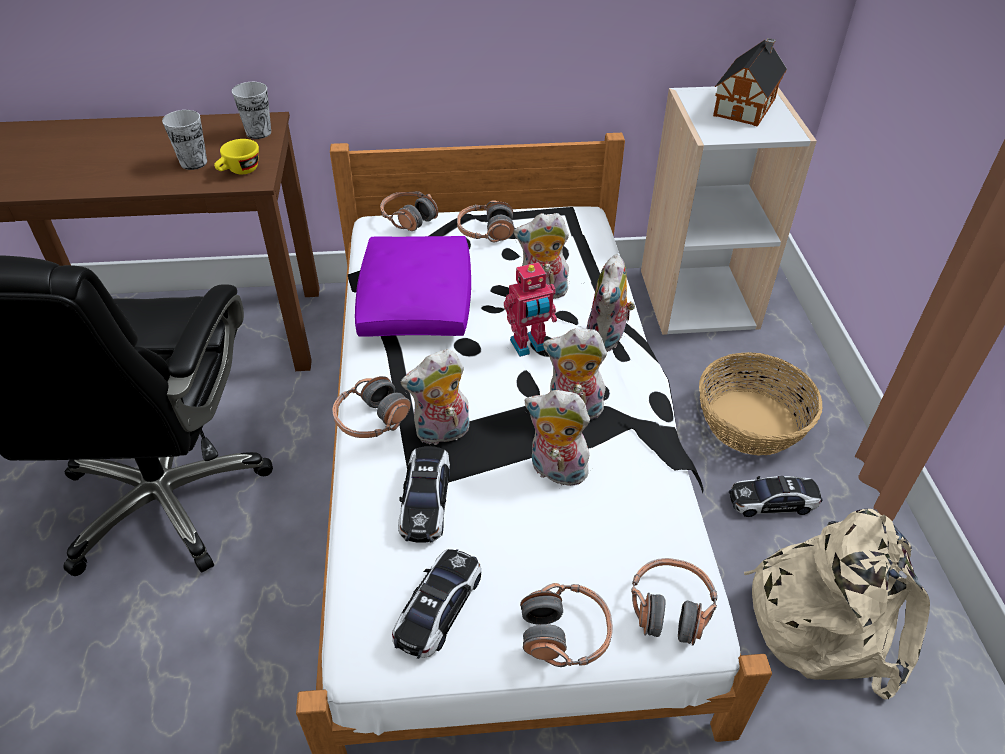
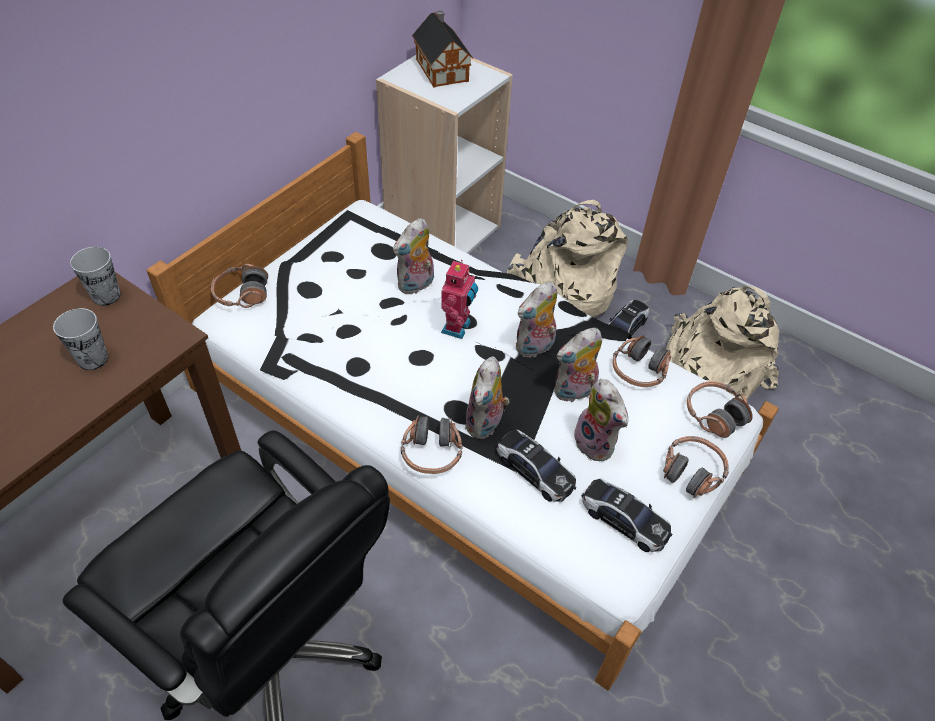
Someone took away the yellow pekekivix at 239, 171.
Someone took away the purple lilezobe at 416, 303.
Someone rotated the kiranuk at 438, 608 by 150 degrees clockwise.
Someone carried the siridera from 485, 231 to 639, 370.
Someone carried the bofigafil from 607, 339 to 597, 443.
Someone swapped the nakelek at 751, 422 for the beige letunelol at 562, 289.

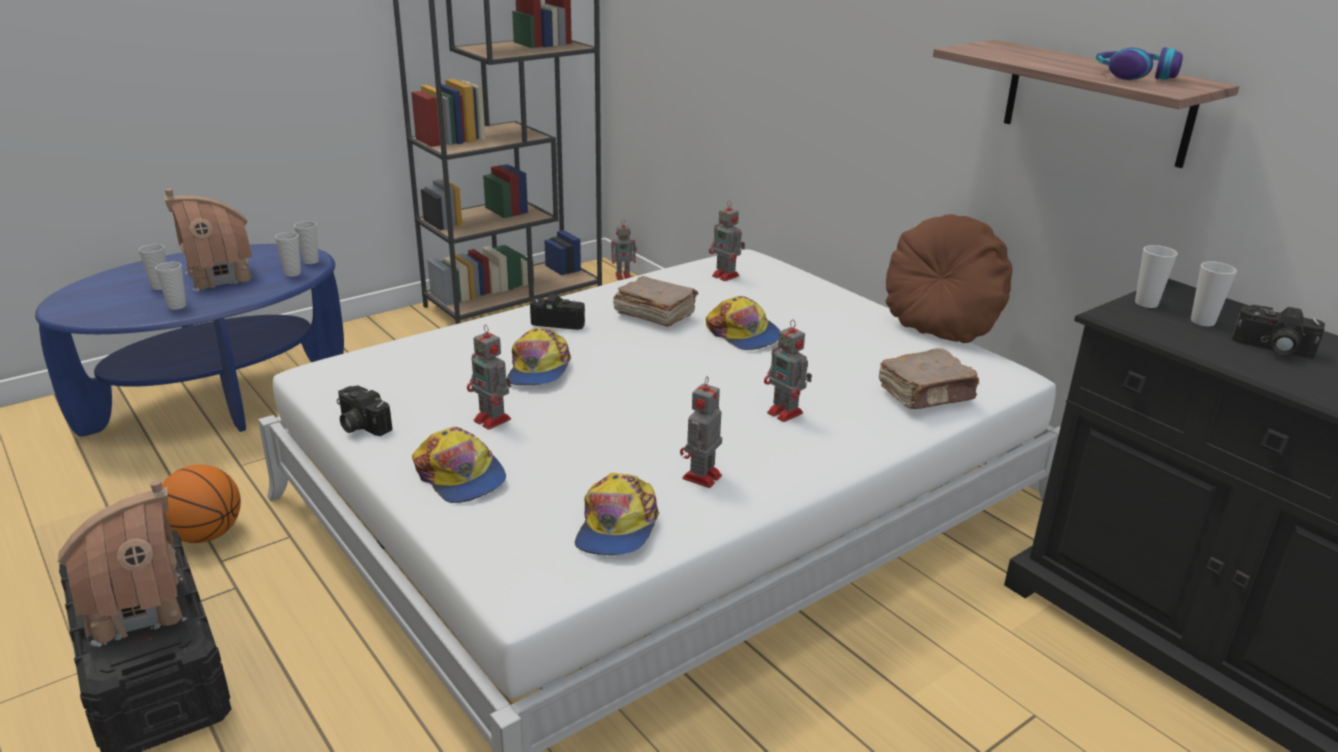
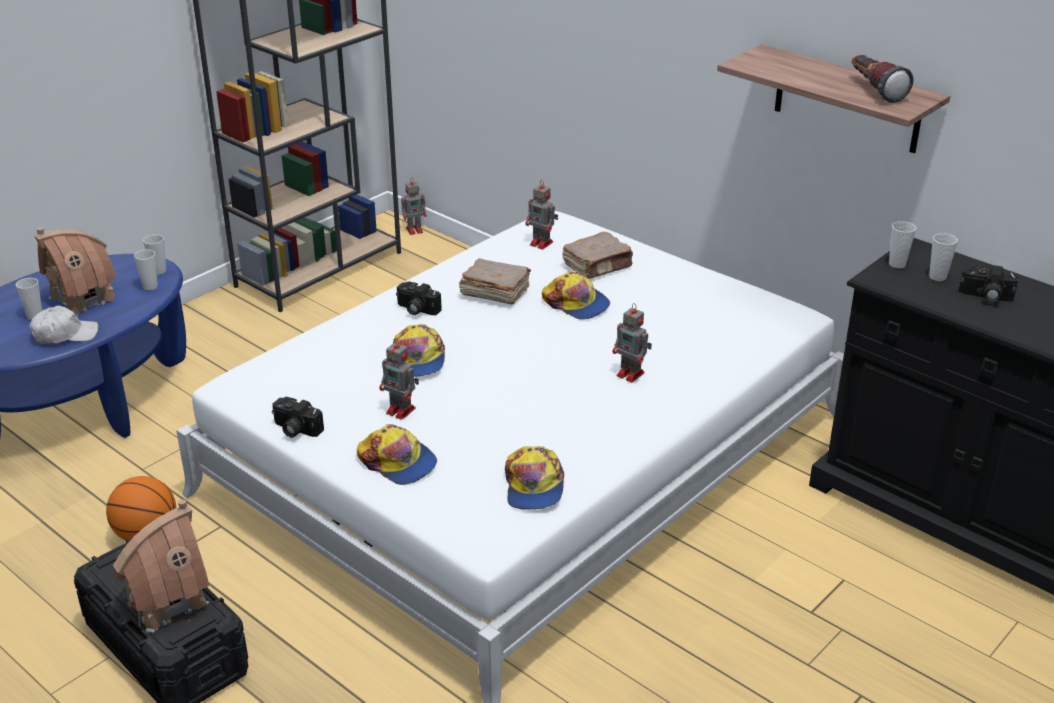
Someone swapped the pekekivix at 177, 306 for the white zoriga at 65, 335.
Someone rotated the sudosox at 559, 321 by 150 degrees counterclockwise.
Someone took away the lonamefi at 701, 478.
Someone carried the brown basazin from 927, 394 to 598, 266.
Someone took away the brown lilezobe at 939, 330.
Someone swapped the siridera at 1133, 75 for the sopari at 874, 90.

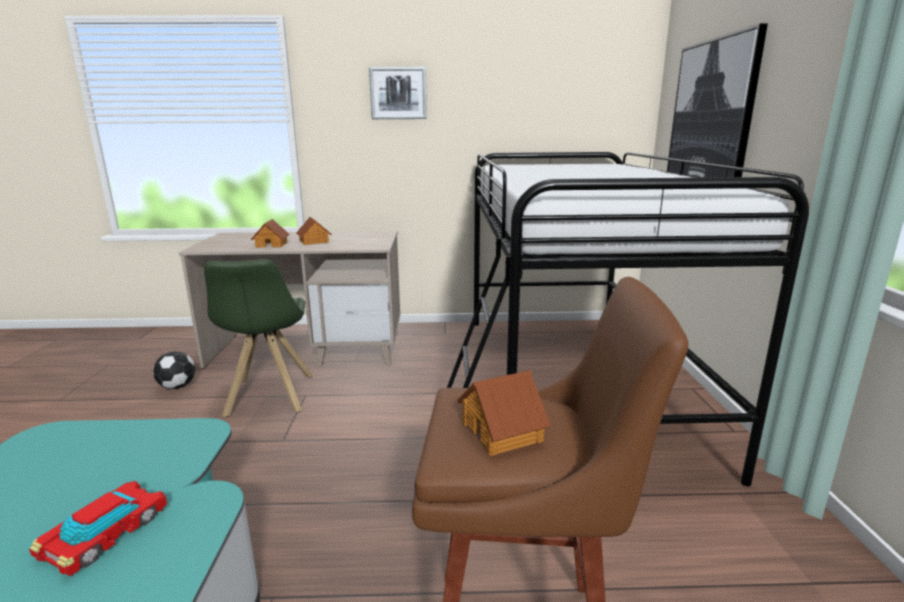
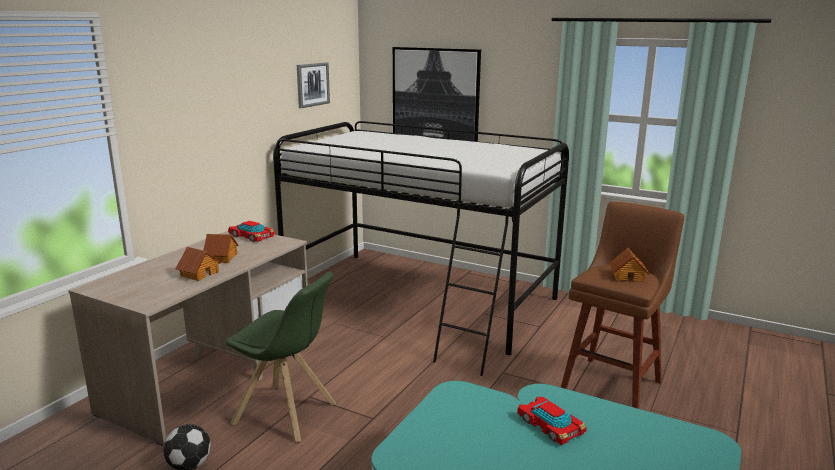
Someone carried the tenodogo from 398, 93 to 312, 84.
Someone put down the kiranuk at 251, 236.

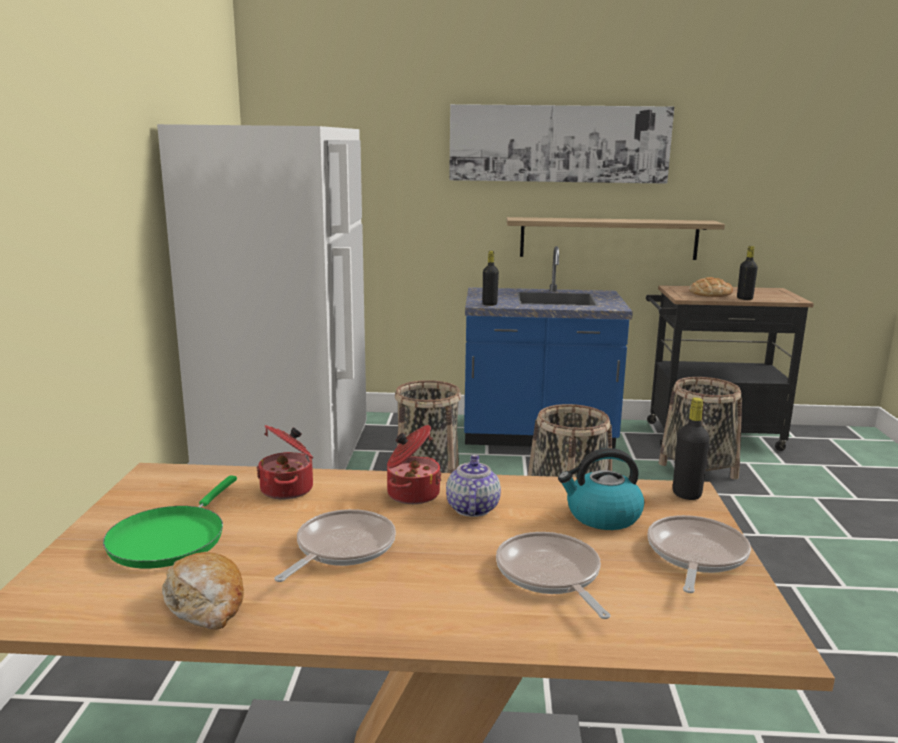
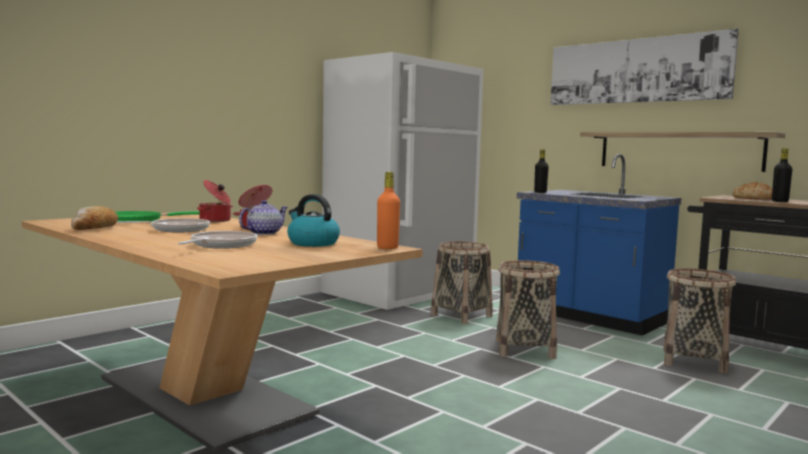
Someone took away the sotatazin at 695, 555.
Someone repainted the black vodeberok at 686, 494, which became the orange vodeberok at 387, 248.

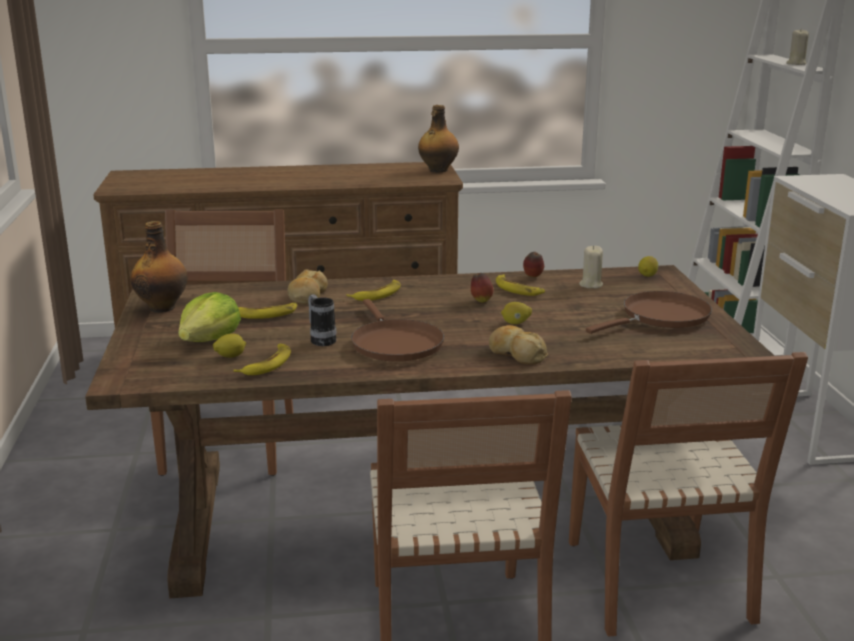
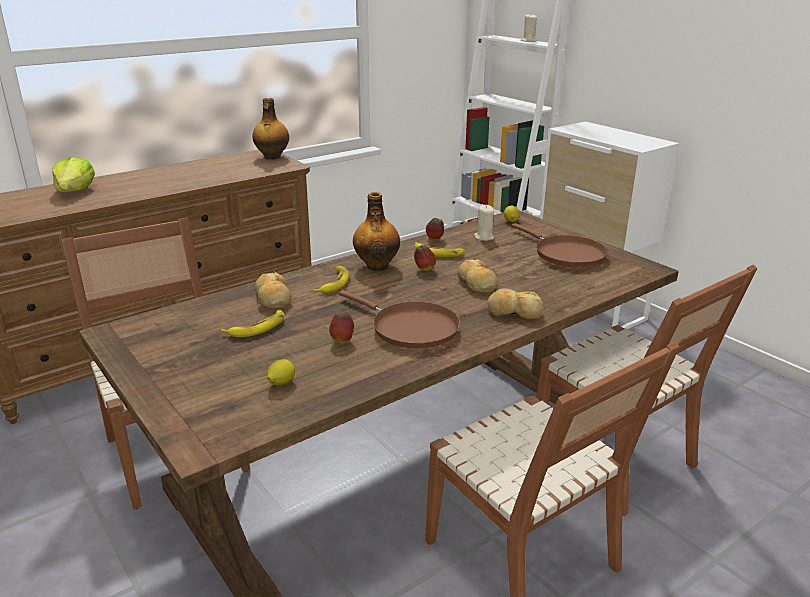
Someone carried the vodeberok from 163, 307 to 377, 266.
Someone carried the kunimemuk from 210, 340 to 75, 191.
Someone took away the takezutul at 267, 364.
Someone swapped the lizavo at 321, 339 for the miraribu at 342, 341.
Someone swapped the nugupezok at 516, 323 for the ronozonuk at 476, 284.
Someone rotated the brown sotatazin at 661, 317 by 120 degrees clockwise.

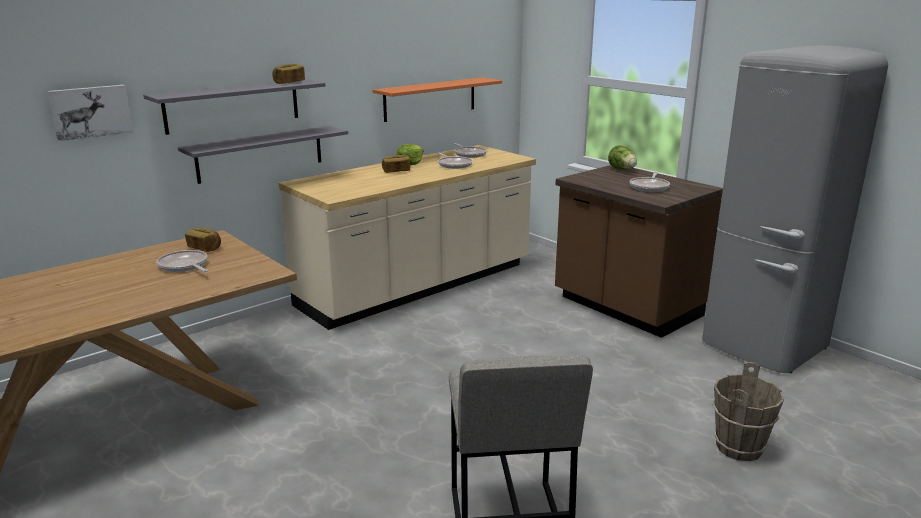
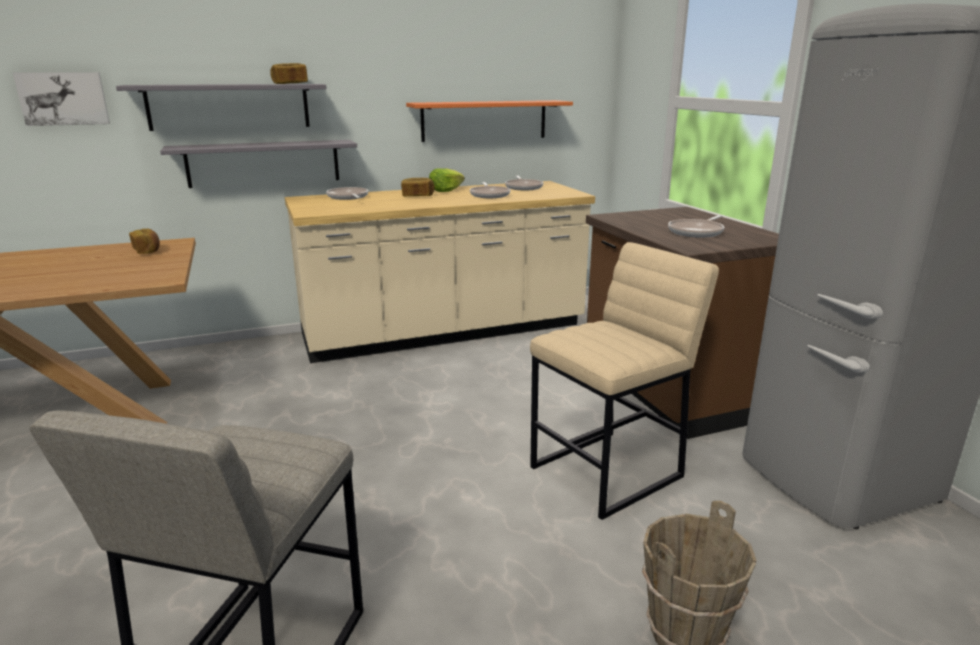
Someone carried the sotatazin from 184, 266 to 348, 197.
Someone took away the kunimemuk at 622, 170.
Someone put down the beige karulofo at 609, 470.

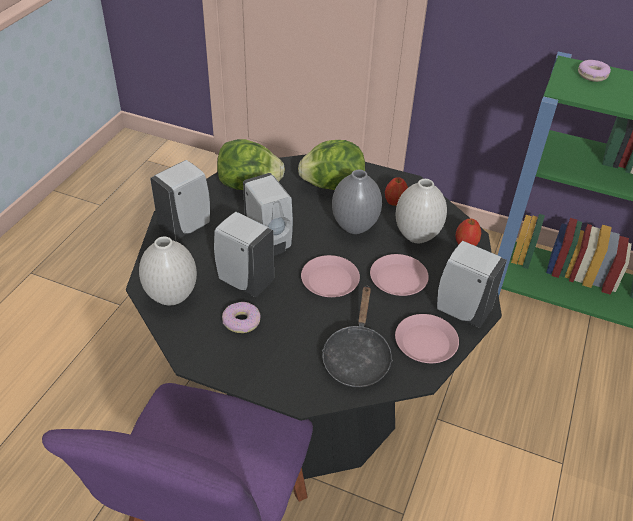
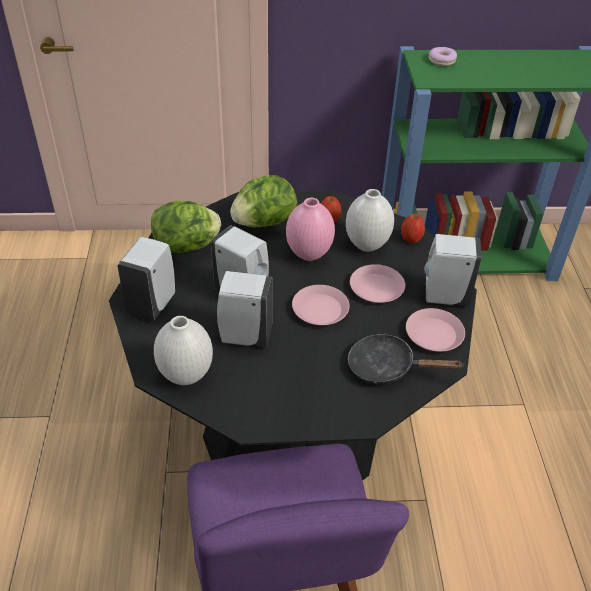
Someone took away the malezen at 241, 321.
Someone rotated the black sotatazin at 356, 357 by 120 degrees clockwise.
Someone repainted the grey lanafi at 355, 227, which became the pink lanafi at 310, 254.

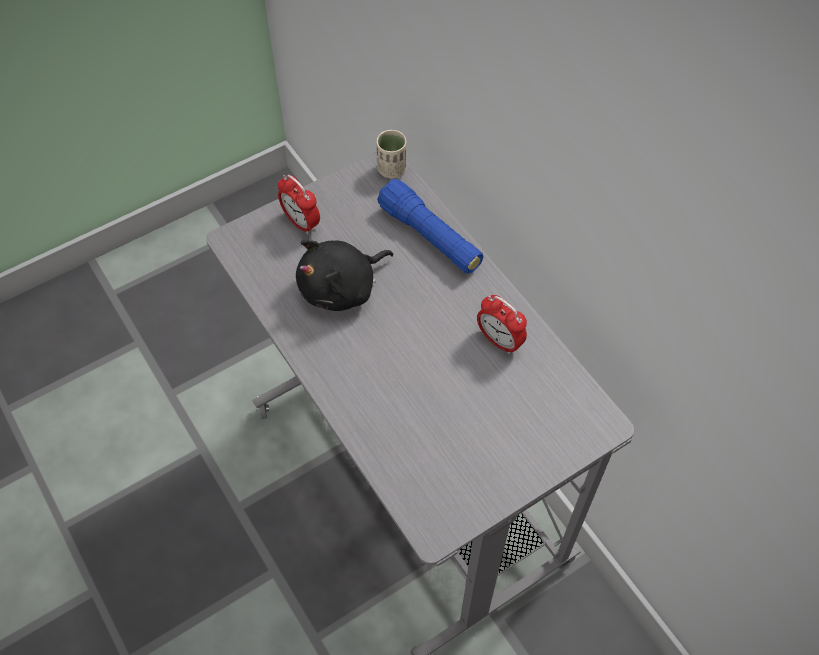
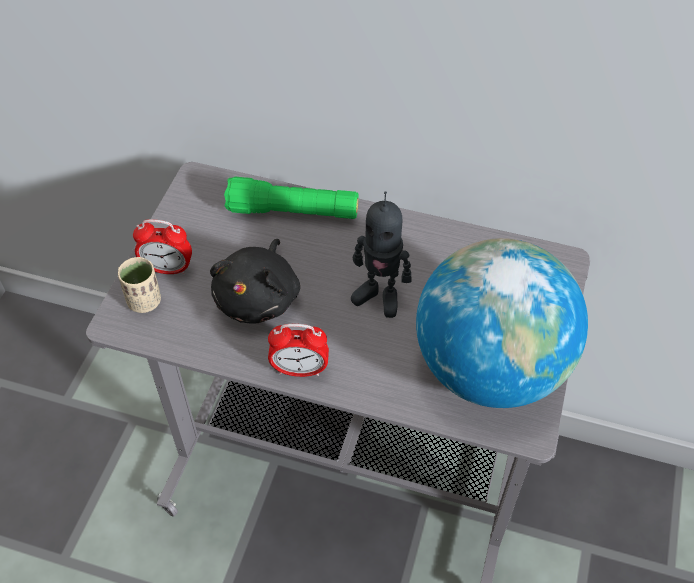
Someone carried the beige pekekivix from 391, 169 to 144, 301.
Someone repainted the blue sopari at 430, 237, which became the green sopari at 293, 211.
Someone carried the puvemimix from 499, 341 to 299, 370.
Someone put down the lonamefi at 379, 296.
Someone put down the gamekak at 489, 368.

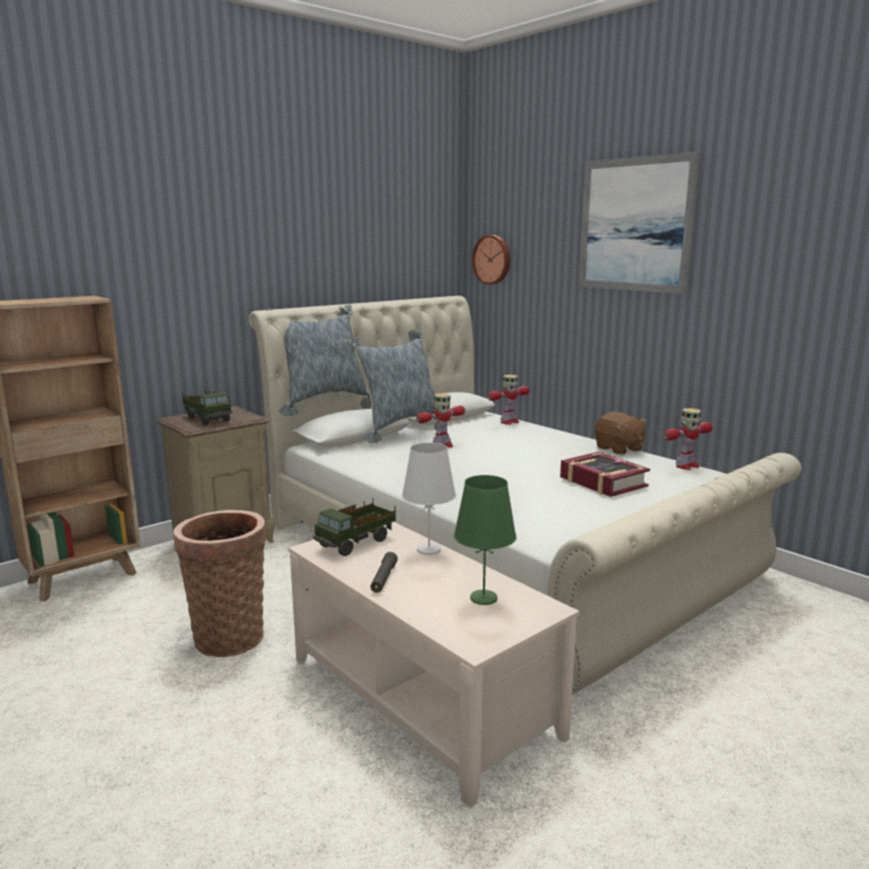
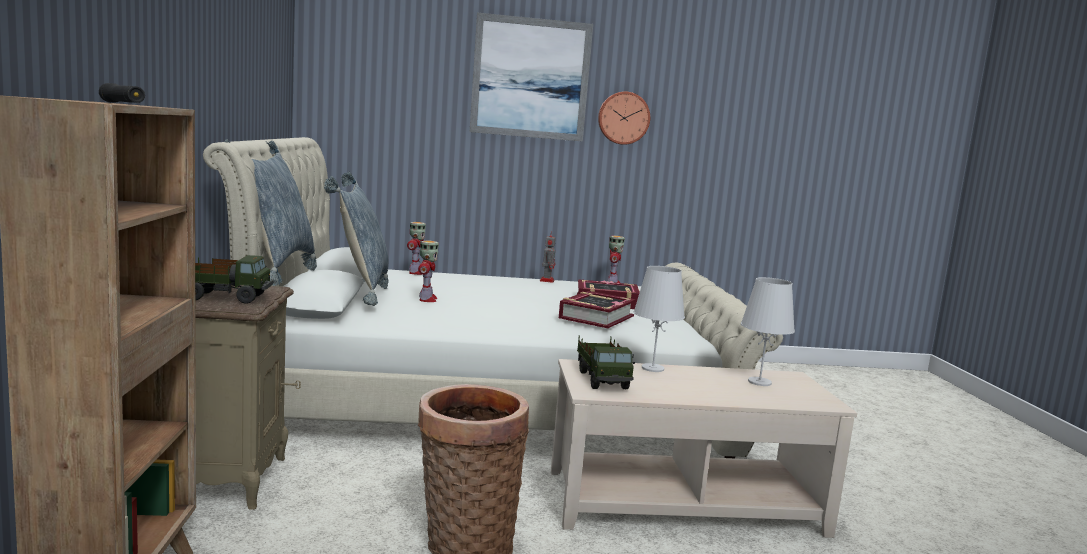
Someone carried the black sopari from 383, 578 to 122, 103.
Someone repainted the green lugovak at 483, 598, which became the white lugovak at 759, 382.
Someone carried the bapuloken from 492, 259 to 623, 118.
Someone swapped the brown bofigafil at 618, 449 for the lonamefi at 547, 280.
Someone put down the basazin at 596, 317.

